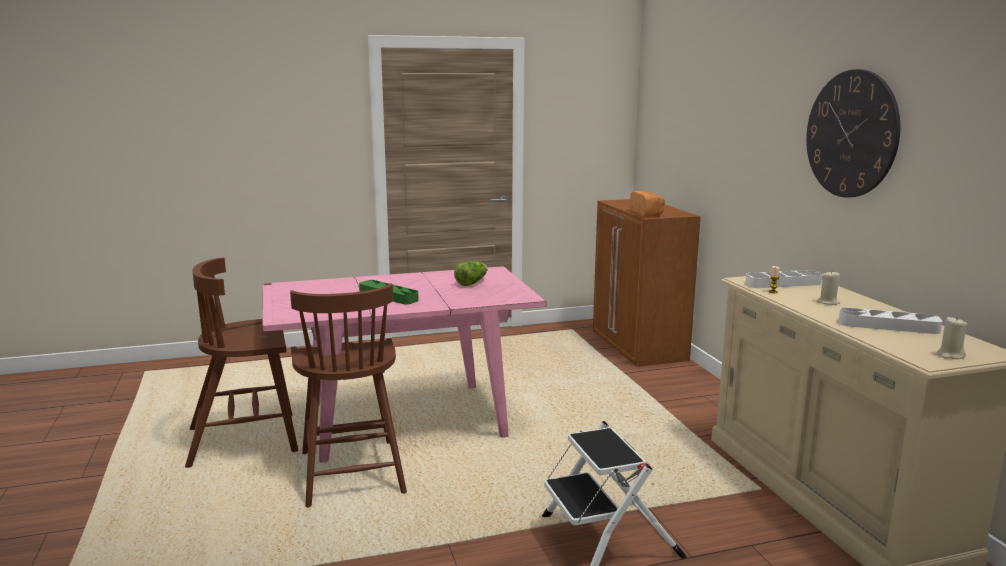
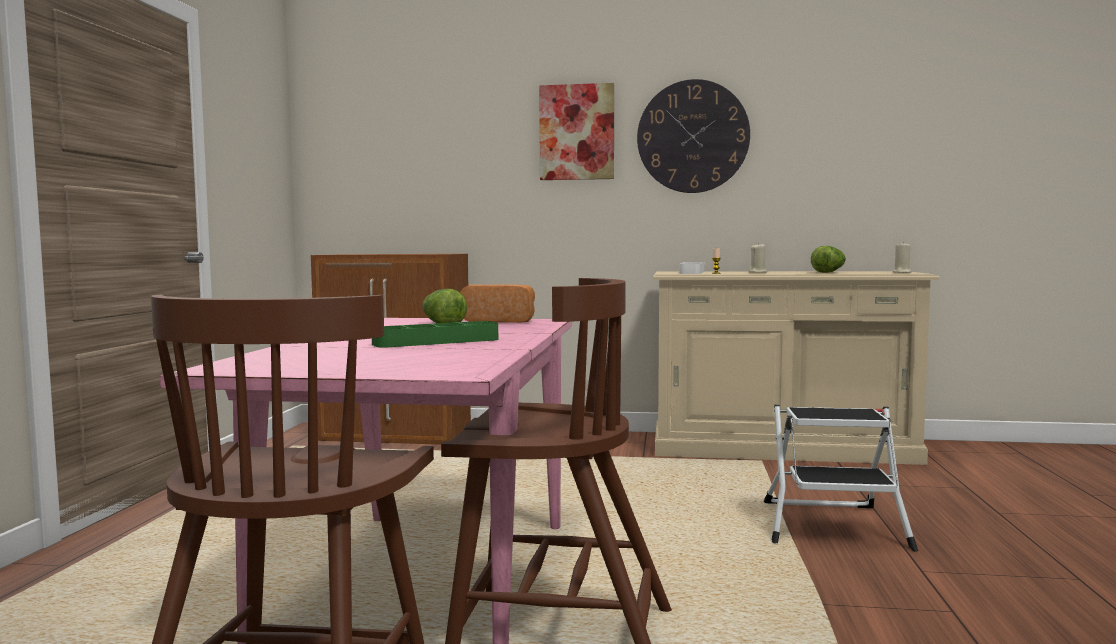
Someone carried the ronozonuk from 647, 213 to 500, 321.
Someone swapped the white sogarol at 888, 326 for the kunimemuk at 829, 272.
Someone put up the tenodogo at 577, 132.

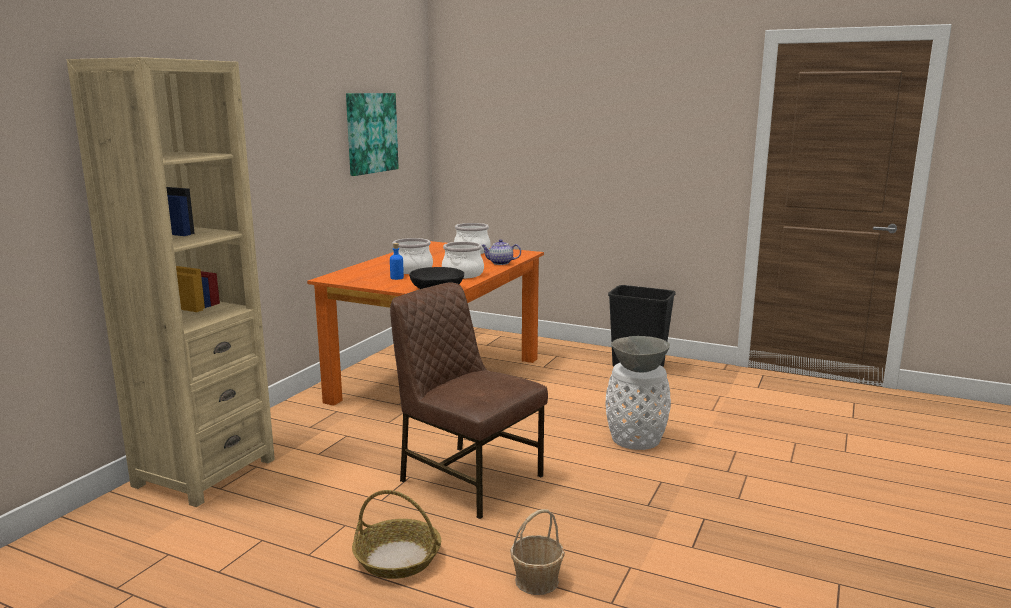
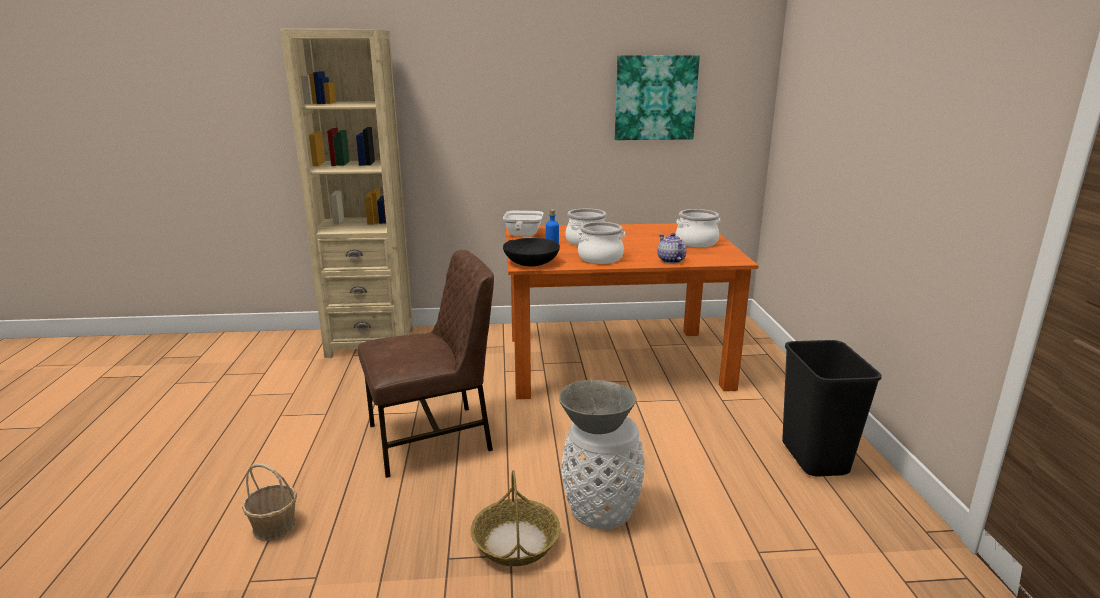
Someone carried the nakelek from 397, 559 to 515, 542.
Someone rotated the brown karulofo at 468, 478 by 60 degrees clockwise.
Someone put down the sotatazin at 522, 235.

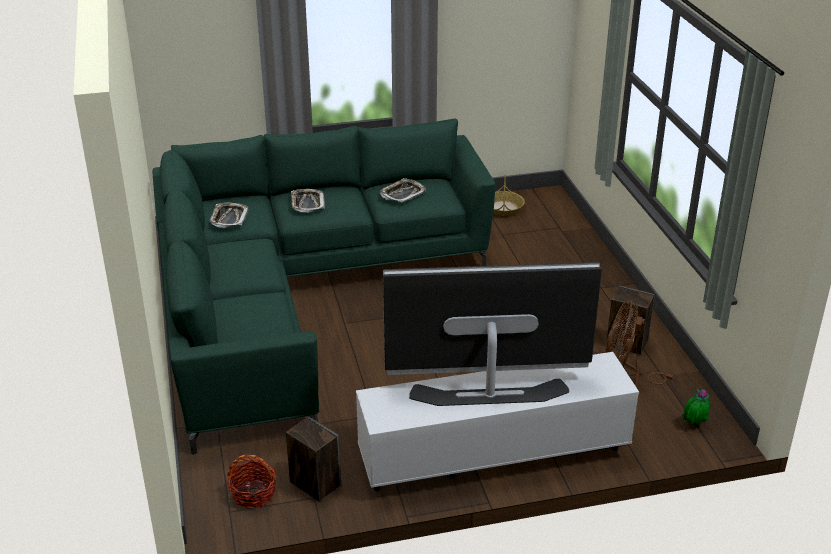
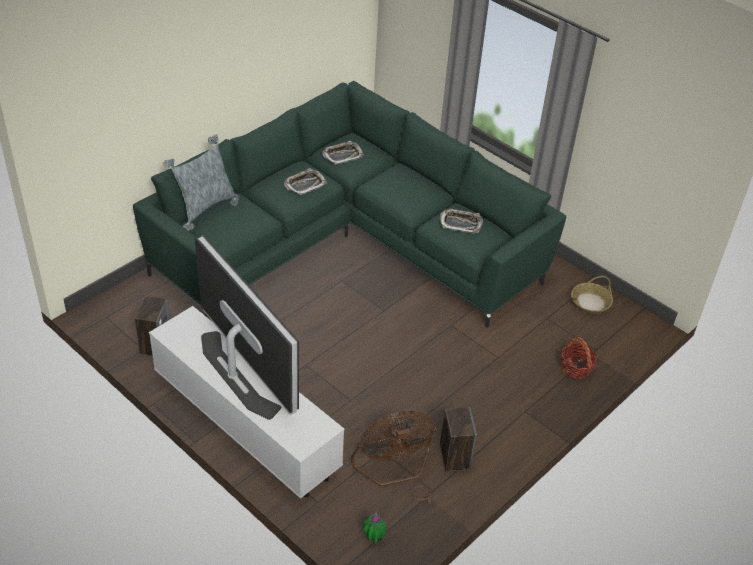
Someone carried the nakelek from 253, 494 to 576, 367.
Someone carried the sogarol from 307, 203 to 305, 184.
Someone put down the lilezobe at 204, 212.

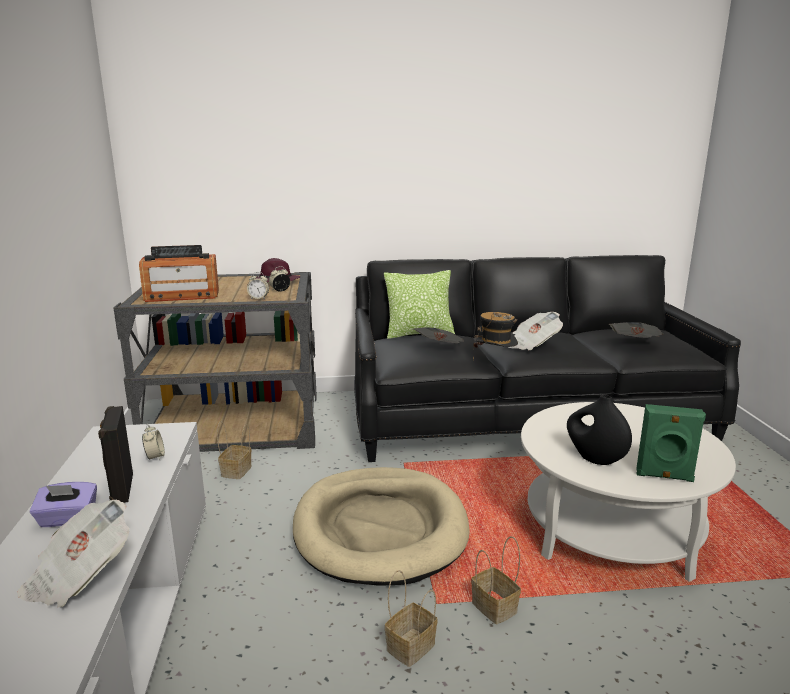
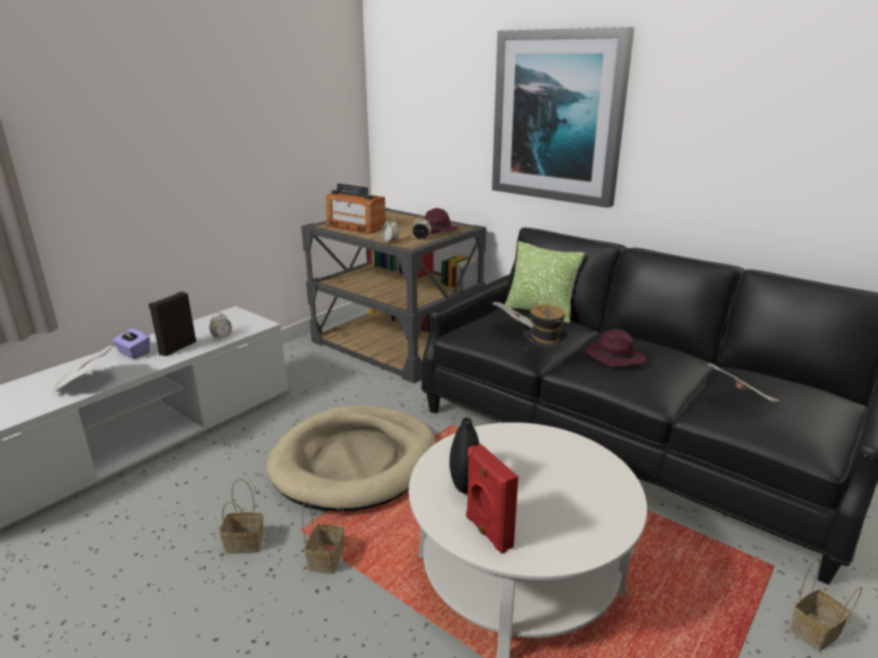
Someone carried the nakelek from 236, 472 to 815, 632.
Someone swapped the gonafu at 532, 345 for the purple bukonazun at 613, 358.
Someone repainted the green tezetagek at 664, 476, which became the red tezetagek at 487, 532.
Someone put up the tenodogo at 558, 117.

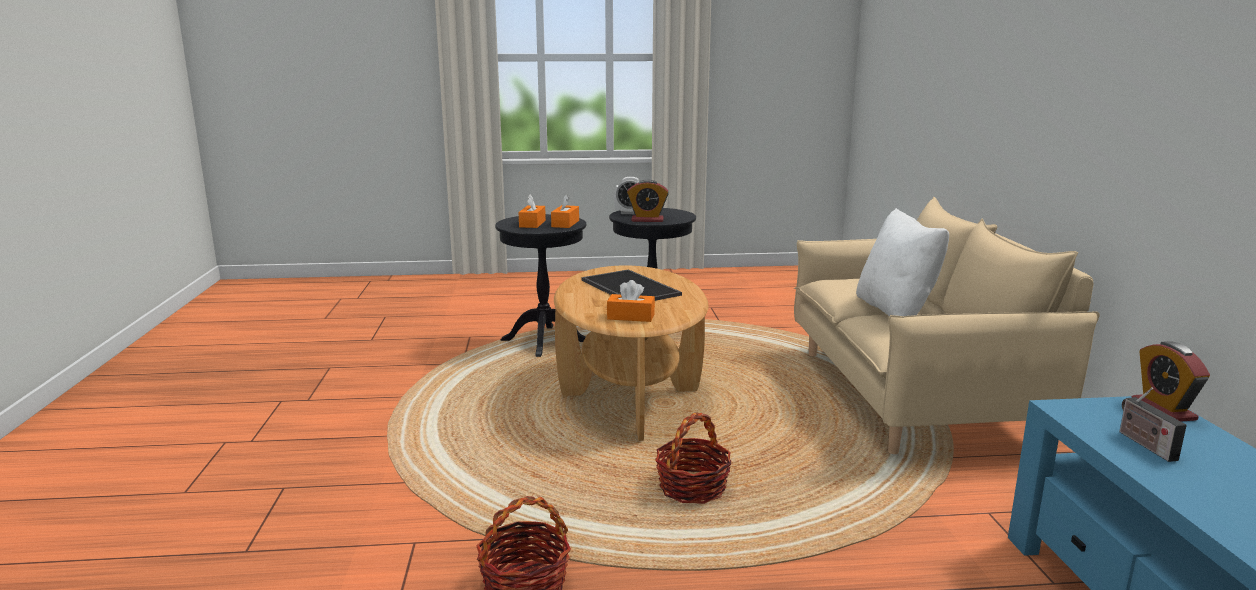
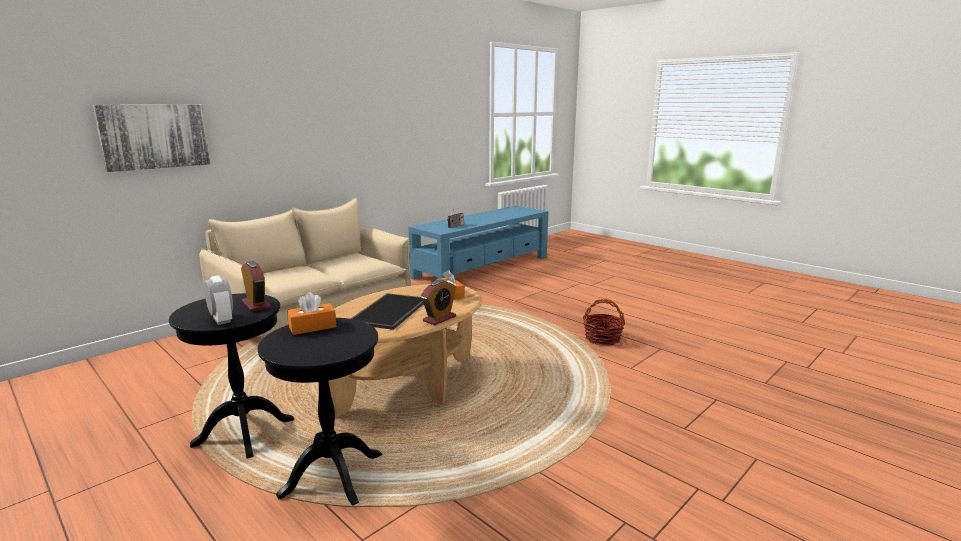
Someone took away the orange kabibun at 532, 224.
Someone took away the nakelek at 692, 487.
Someone took away the white lilezobe at 896, 311.
Someone carried the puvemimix from 1163, 410 to 439, 319.
Someone put up the tenodogo at 154, 136.

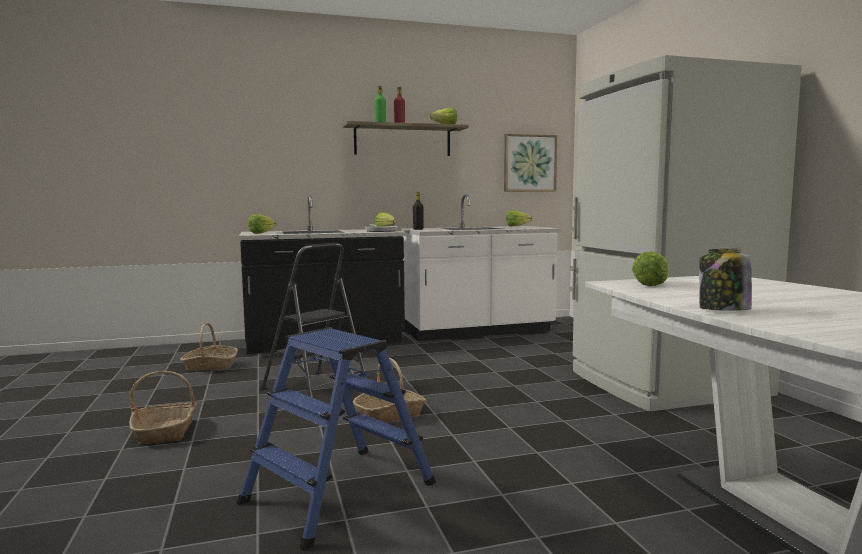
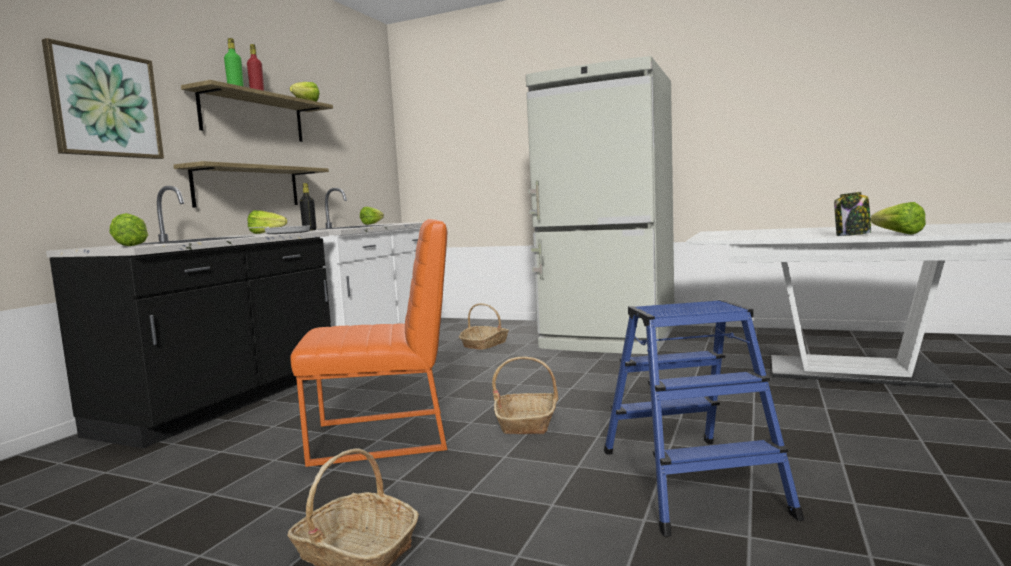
Someone carried the nakelek from 210, 366 to 484, 344.
Someone swapped the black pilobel at 317, 389 for the orange karulofo at 385, 436.
Someone carried the tenodogo from 529, 163 to 105, 104.
Someone carried the kunimemuk from 653, 283 to 895, 233.
Someone put up the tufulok at 247, 187.

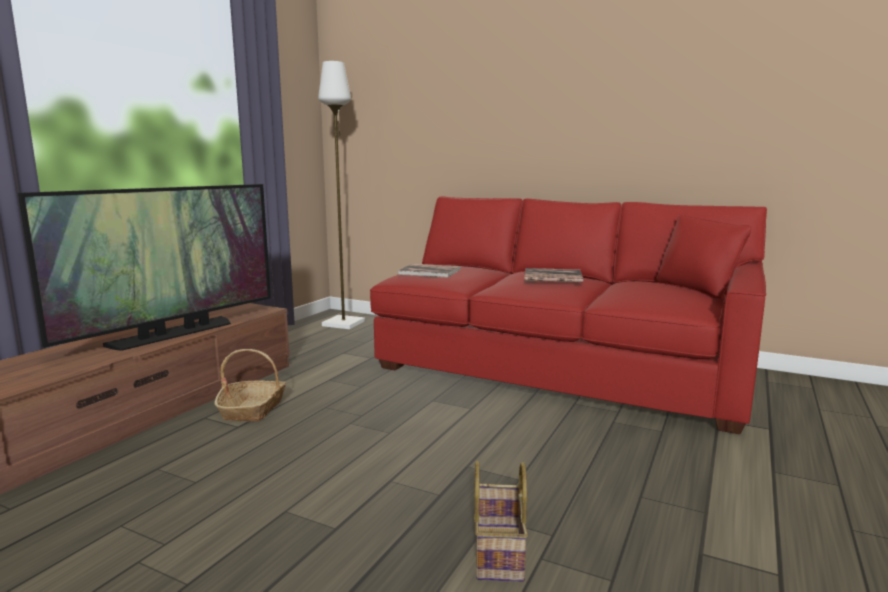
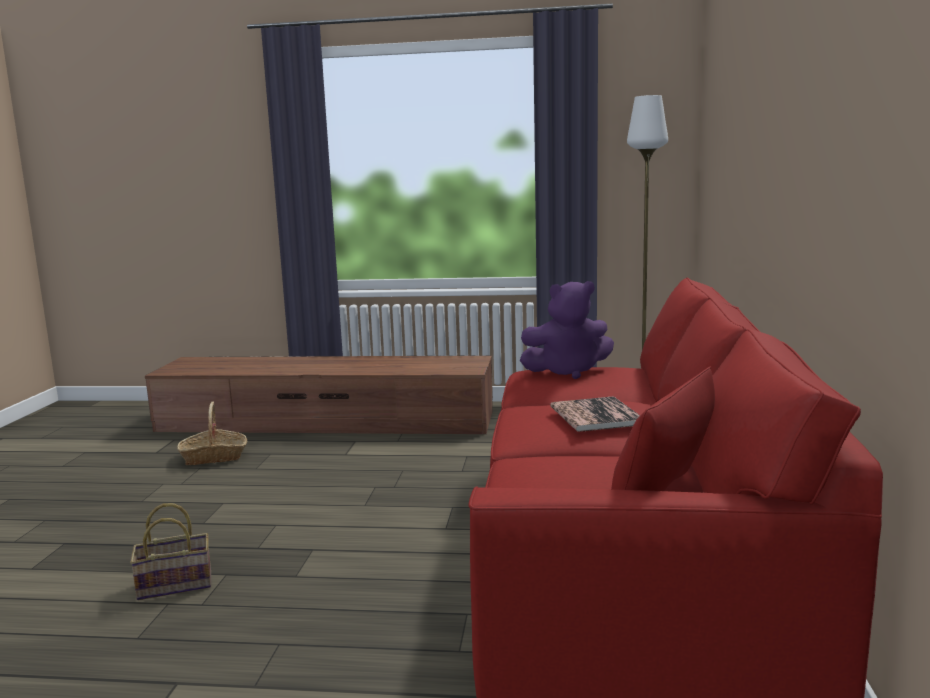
Someone took away the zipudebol at 173, 334.
Someone carried the nakelek from 253, 409 to 214, 457.
Someone swapped the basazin at 429, 272 for the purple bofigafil at 567, 372.

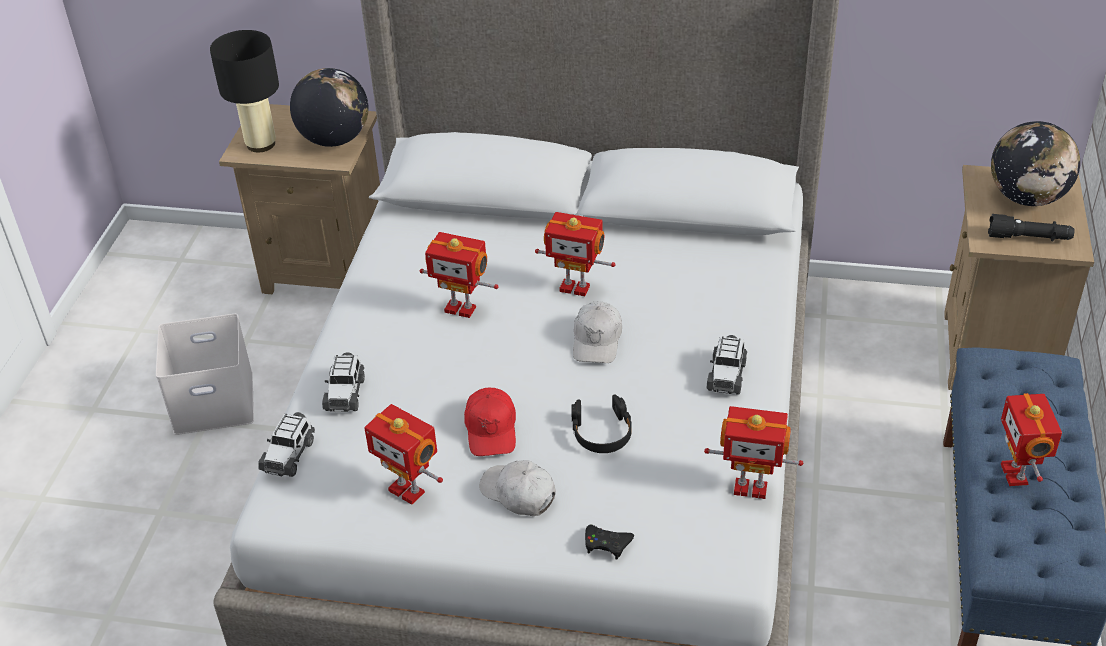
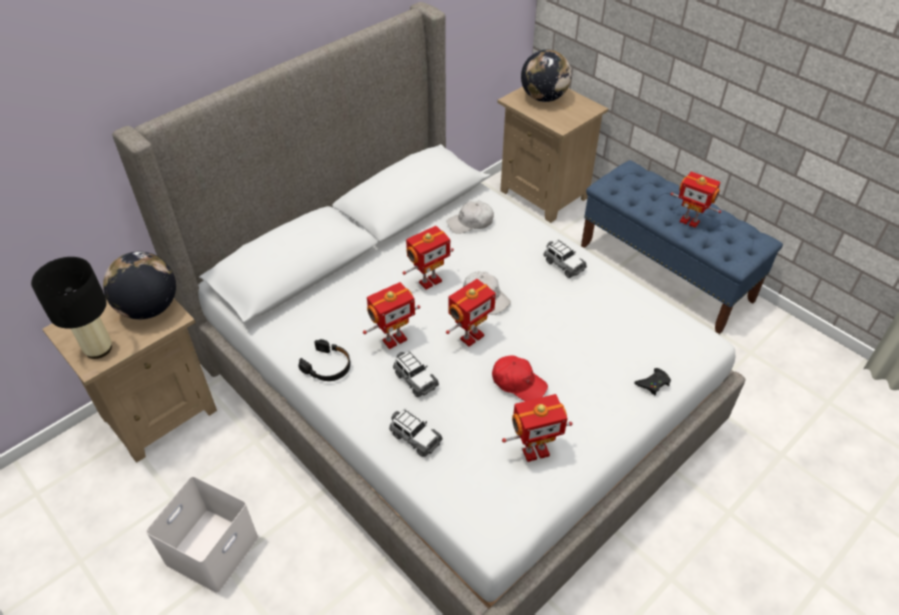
Someone carried the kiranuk from 289, 454 to 415, 379.
Someone carried the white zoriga from 518, 494 to 470, 223.
Someone carried the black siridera from 602, 432 to 327, 366.
Someone carried the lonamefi from 750, 487 to 471, 336.
Someone took away the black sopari at 1029, 238.

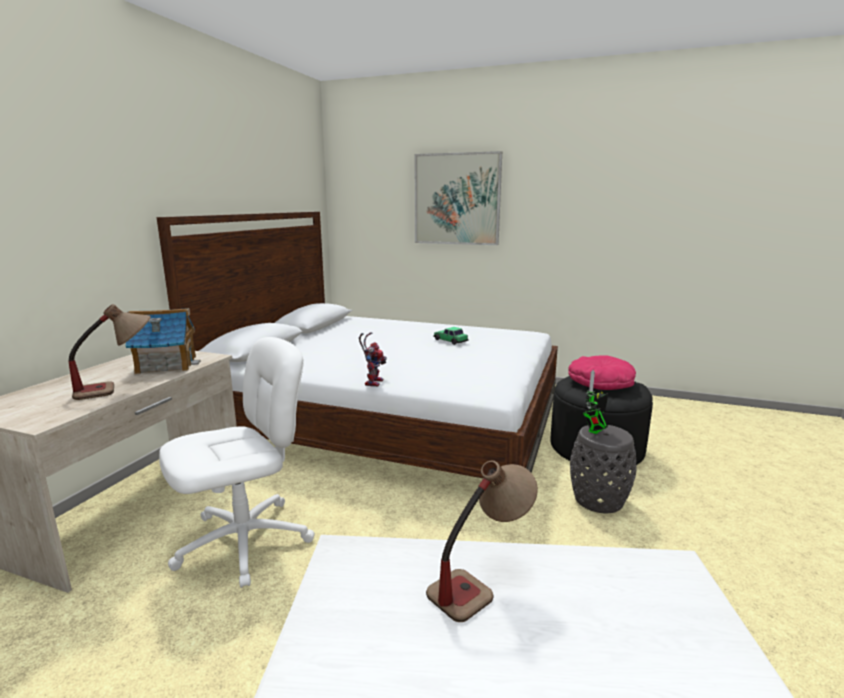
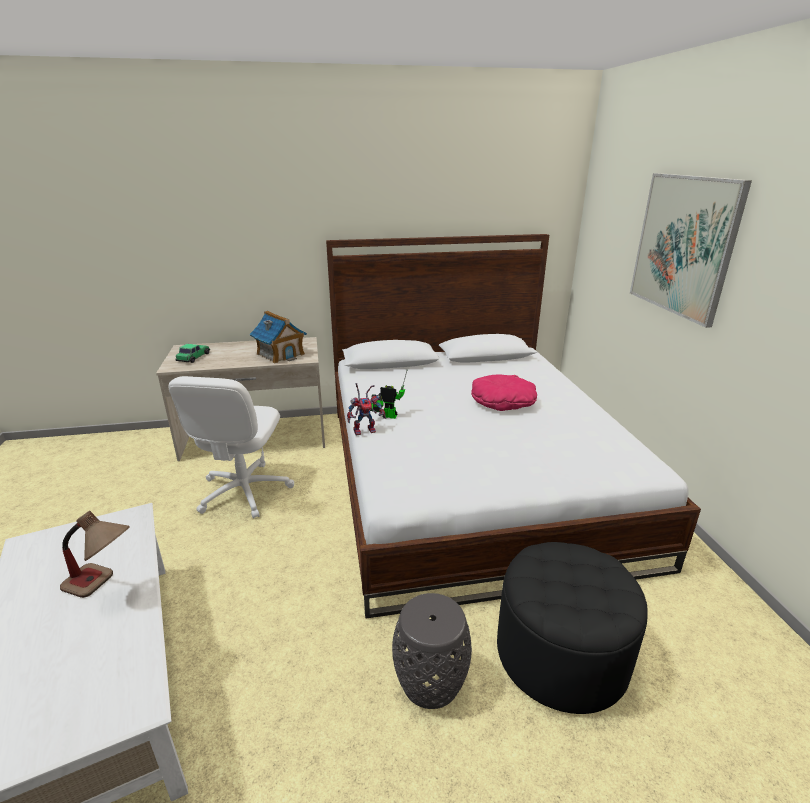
Someone took away the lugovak at 118, 388.
Someone rotated the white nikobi at 245, 541 by 75 degrees clockwise.
Someone carried the kiranuk from 450, 340 to 194, 357.
Someone carried the pink lilezobe from 600, 382 to 502, 401.
Someone carried the lonamefi from 594, 431 to 387, 416.

